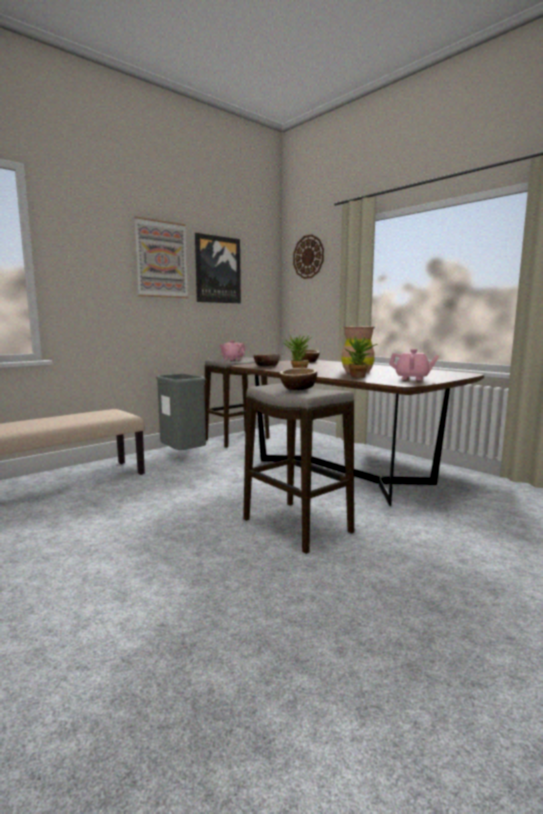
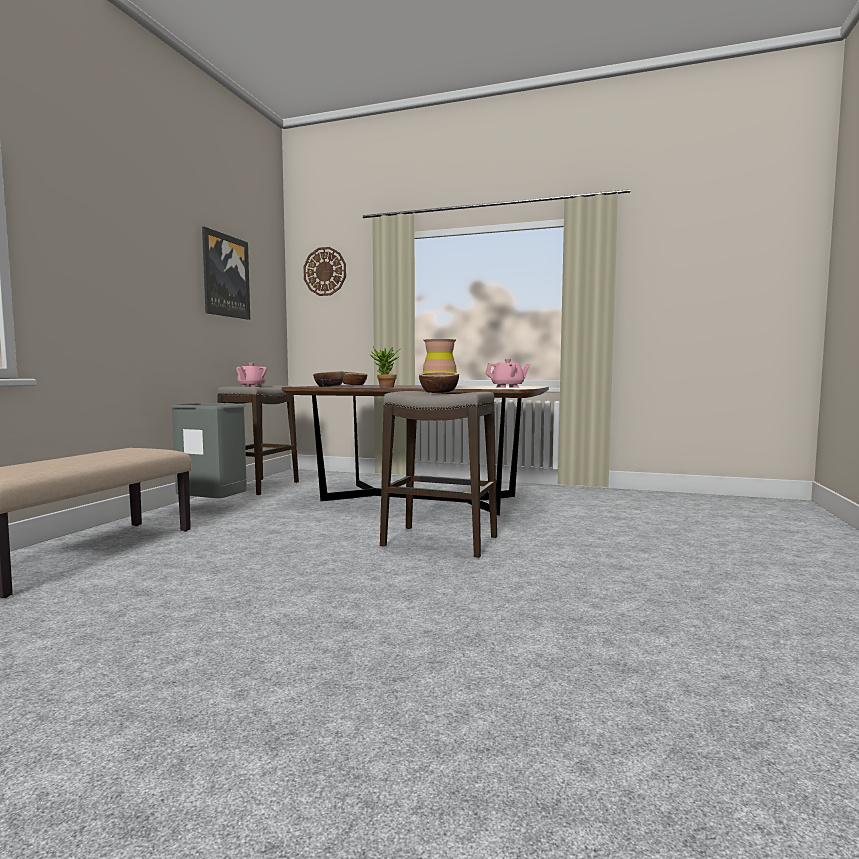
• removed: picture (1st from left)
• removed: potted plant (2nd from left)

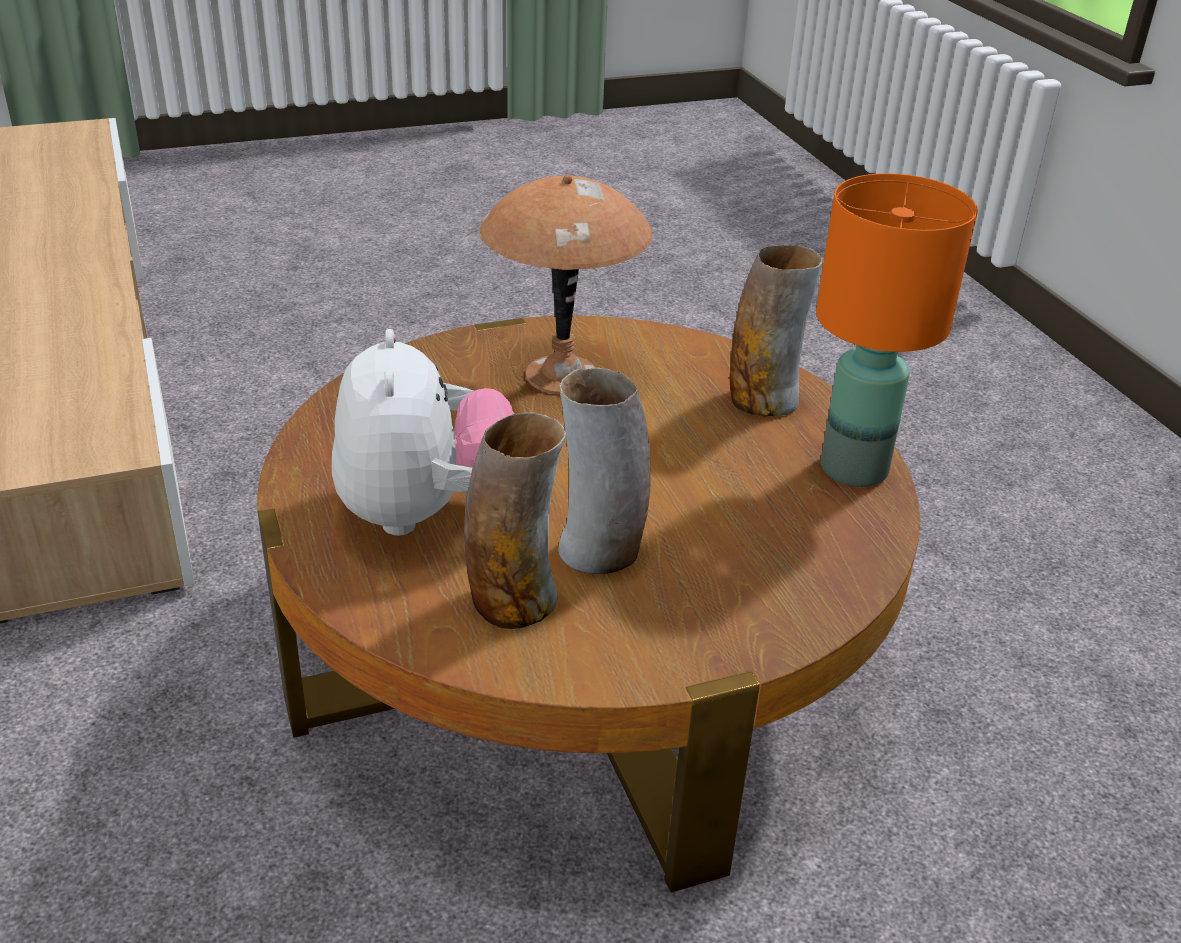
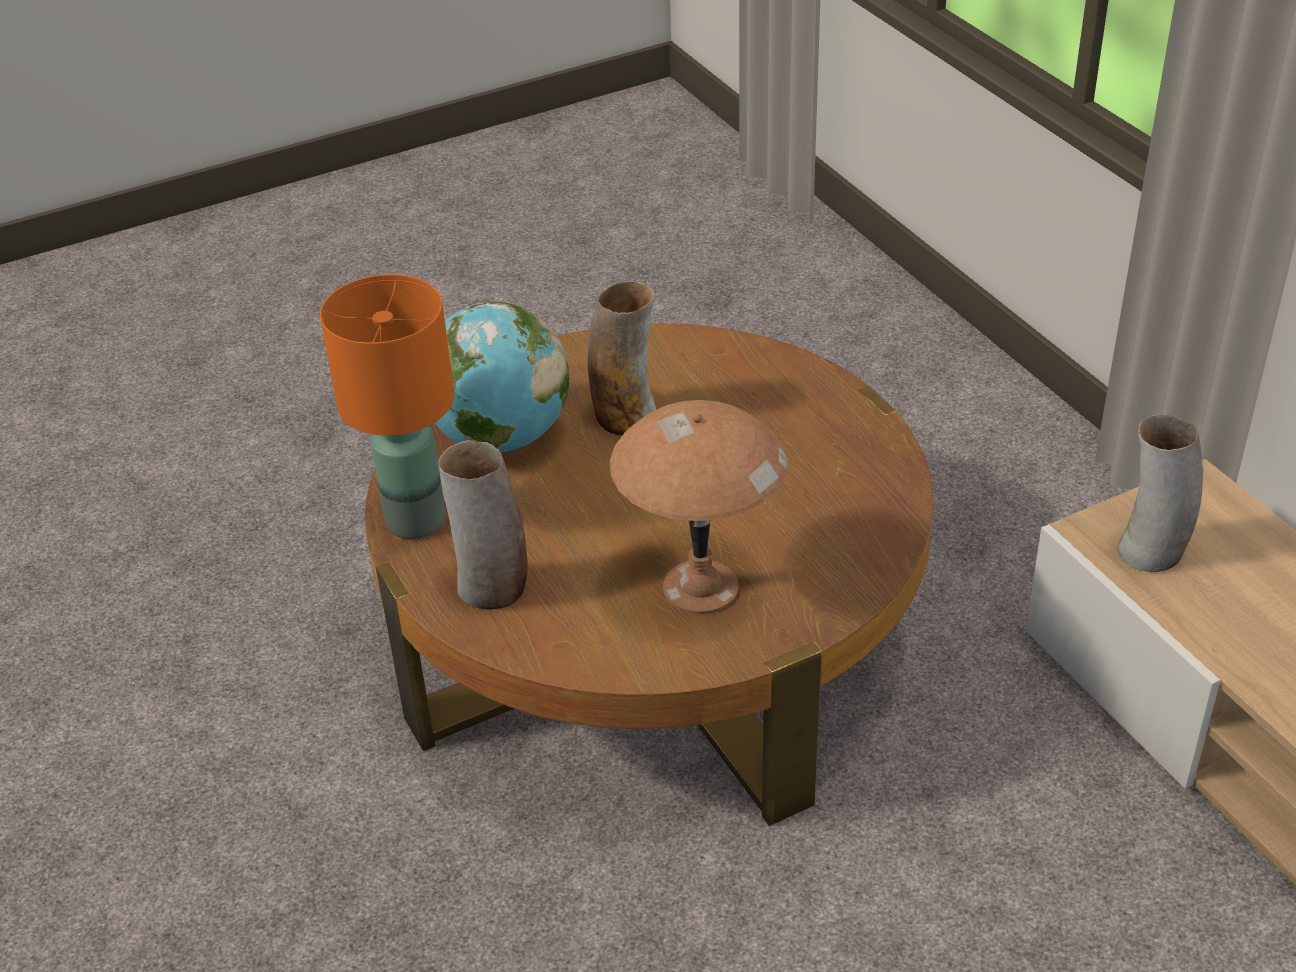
• removed: plush toy
• added: desk globe
• moved: vase (1st from left in the first image) to vase (3rd from left)

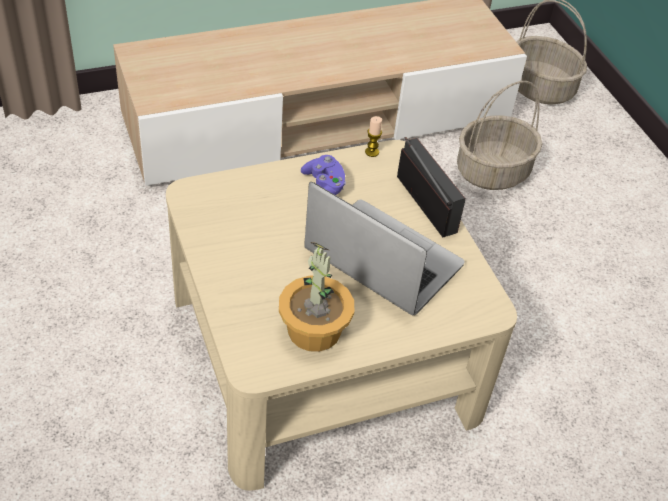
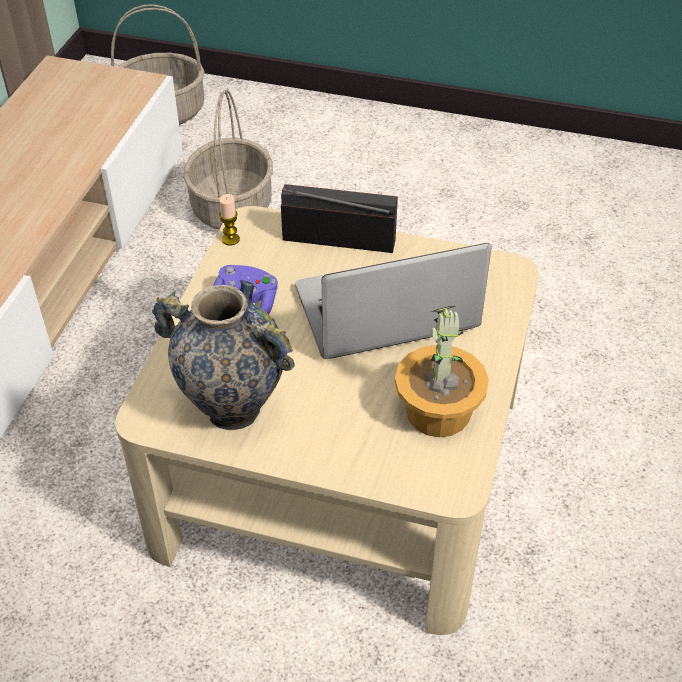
• added: vase

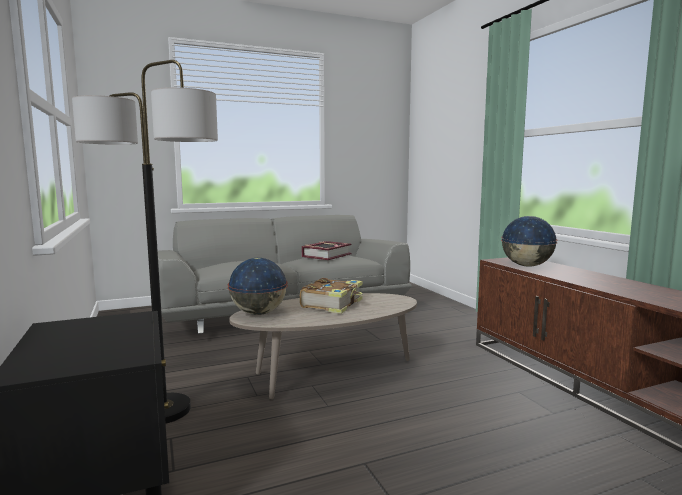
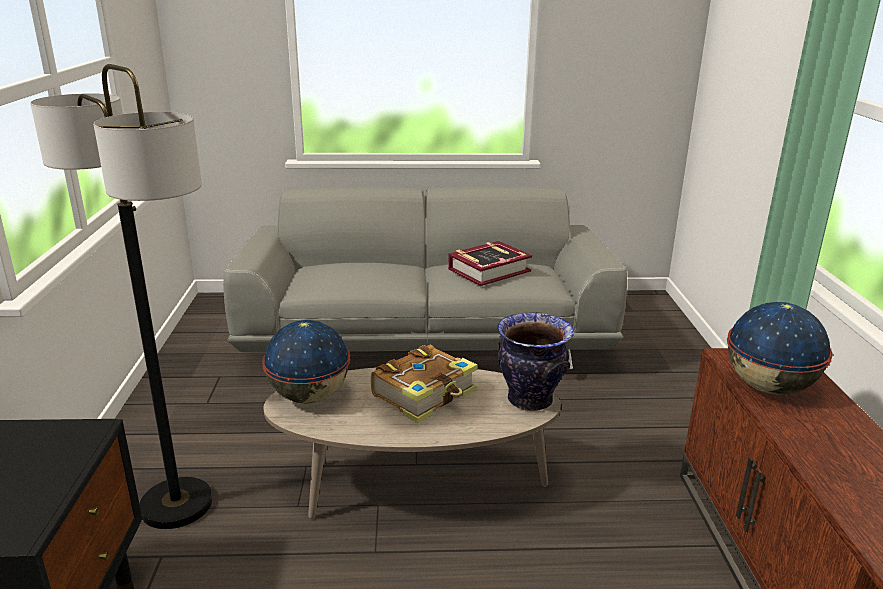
• added: vase

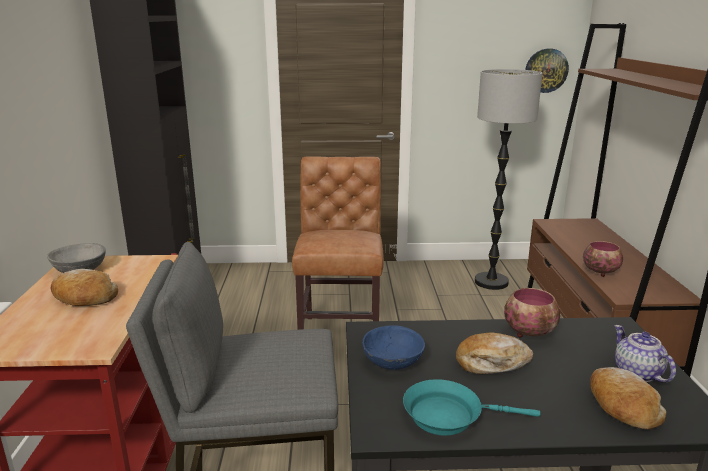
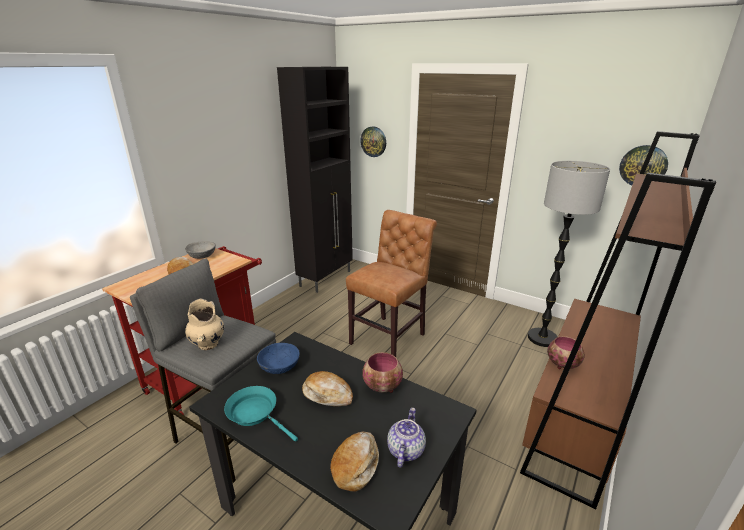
• added: sand-coloured vase
• added: wall clock (1st from left)

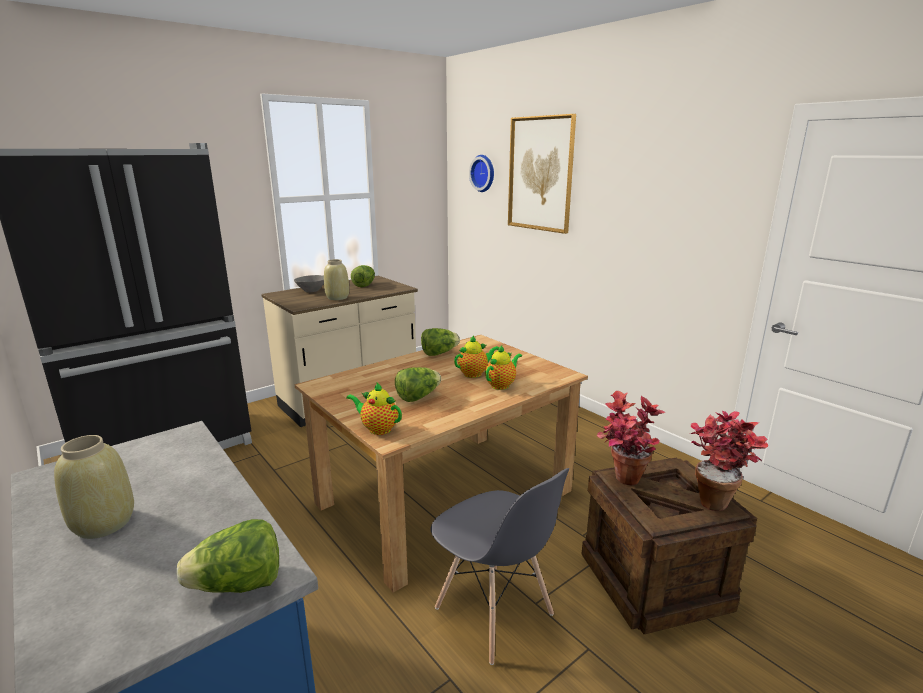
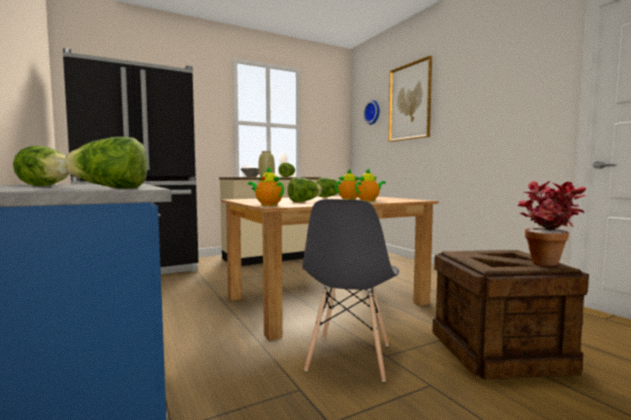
• removed: potted plant (1st from left)
• replaced: sand-coloured vase (1st from left) to head of lettuce (1st from left)
• turned: grey upright chair 45 degrees clockwise

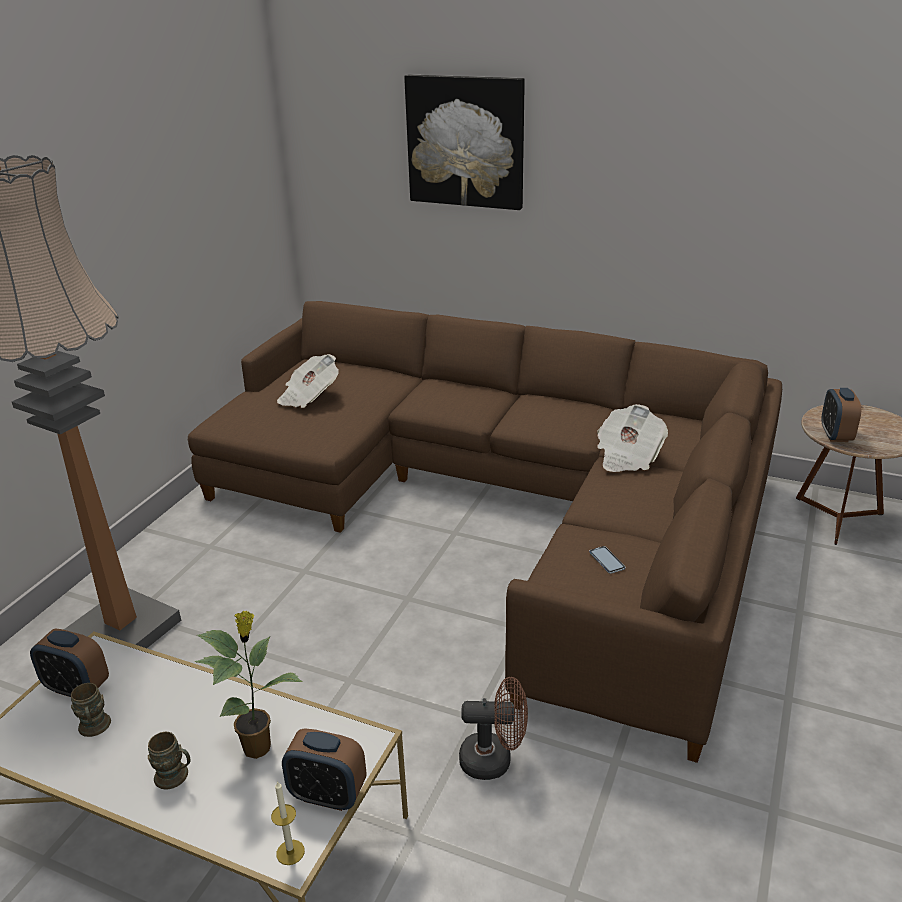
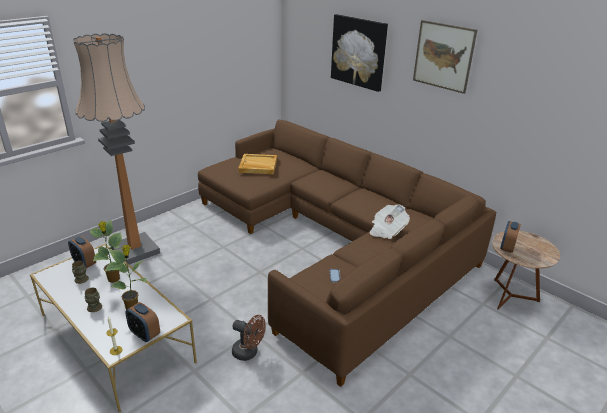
• added: potted plant (1st from left)
• added: picture (2nd from left)
• replaced: daily paper (1st from left) to sand-coloured carrying tray

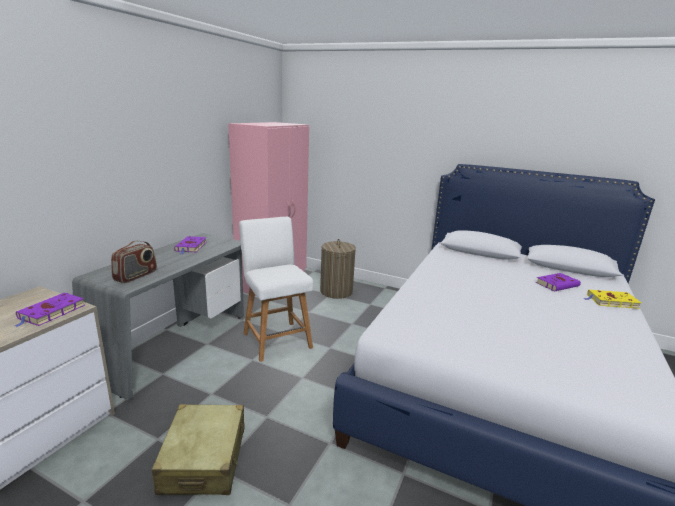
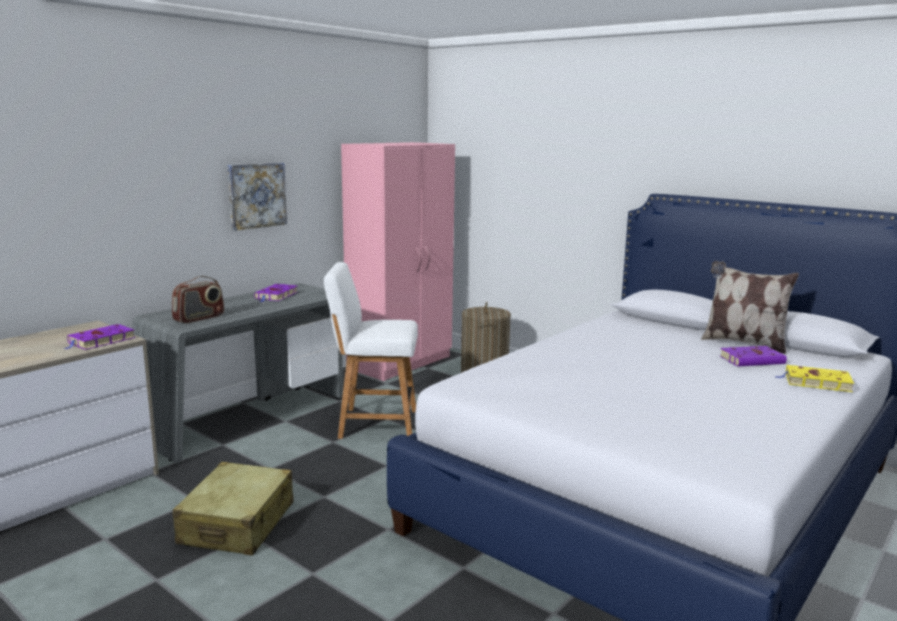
• added: picture
• added: cushion
• turned: whitish upright chair 75 degrees counterclockwise

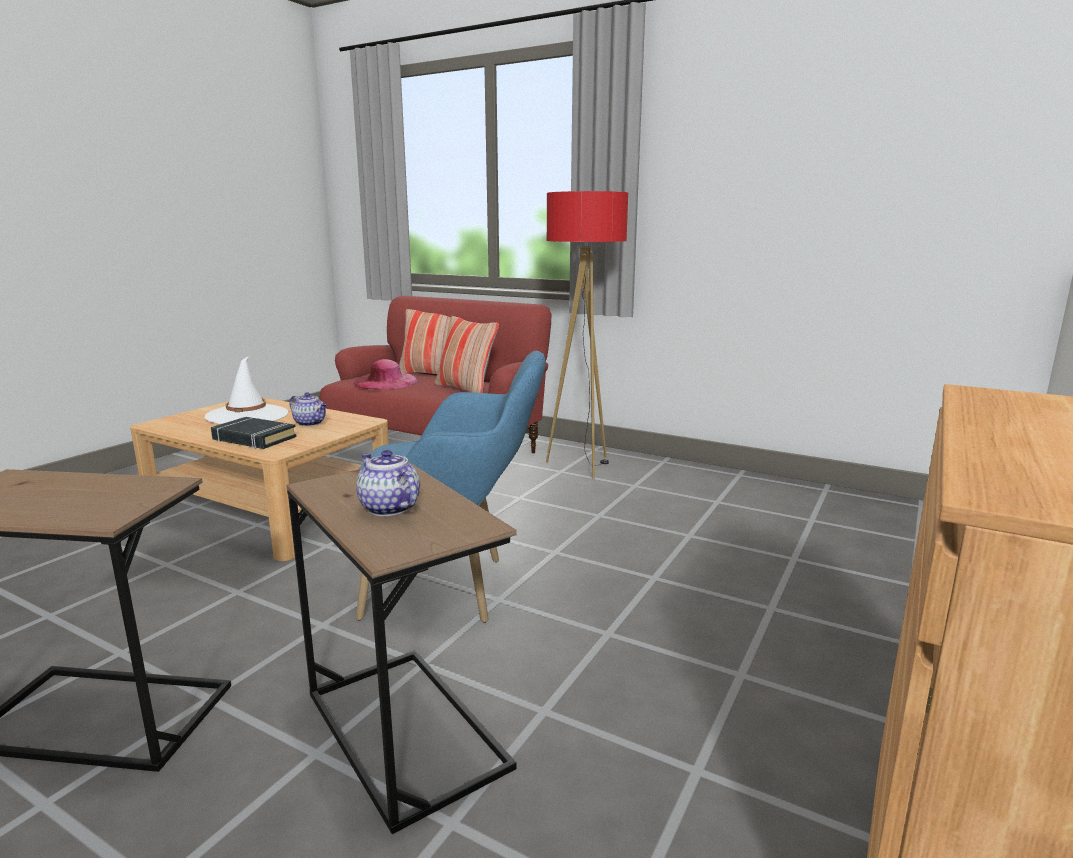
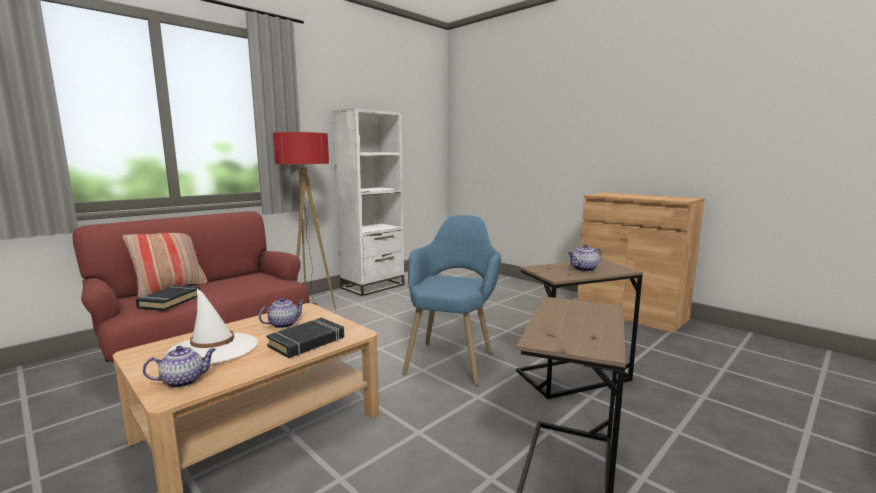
• removed: cushion (2nd from left)
• added: tea pot (1st from left)
• added: whitish bookcase
• replaced: pinkish hat to black-coloured volume (1st from left)

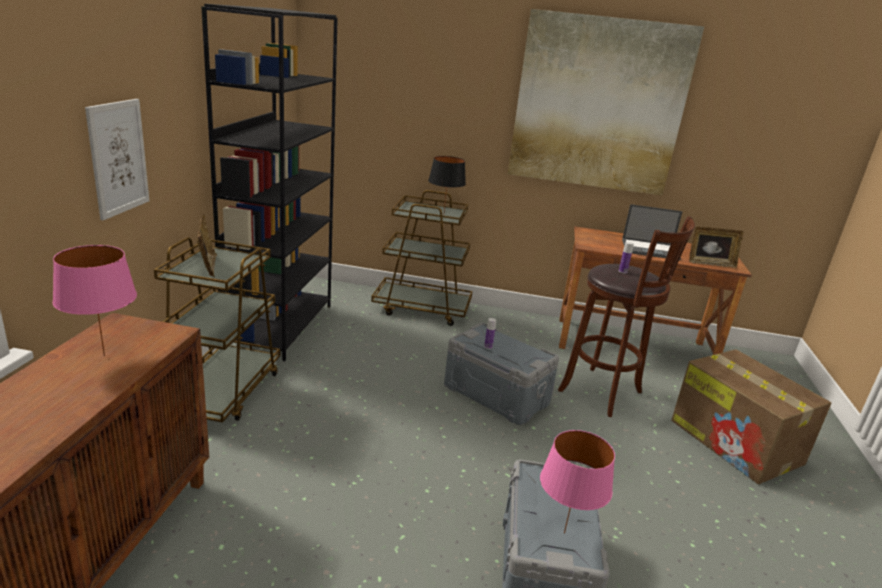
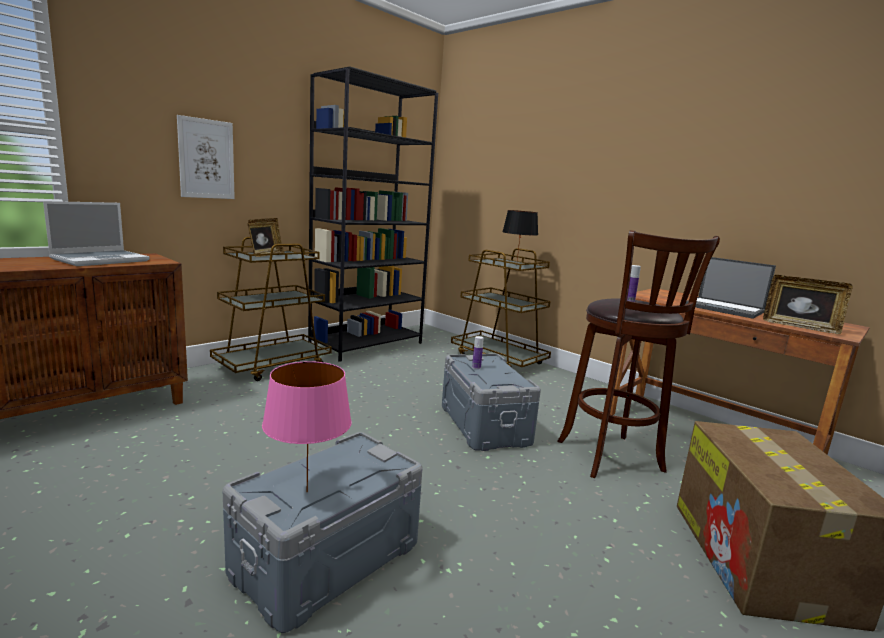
• removed: picture (2nd from left)
• replaced: pinkish tabletop lamp (1st from left) to portable computer (1st from left)

